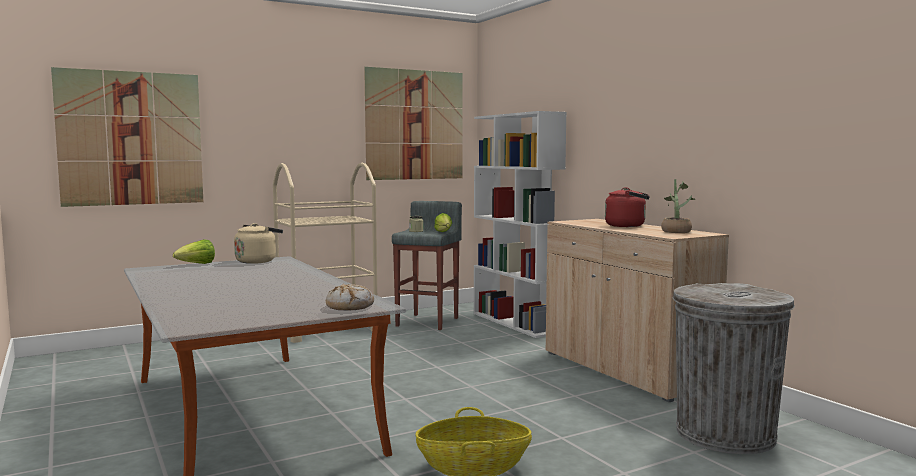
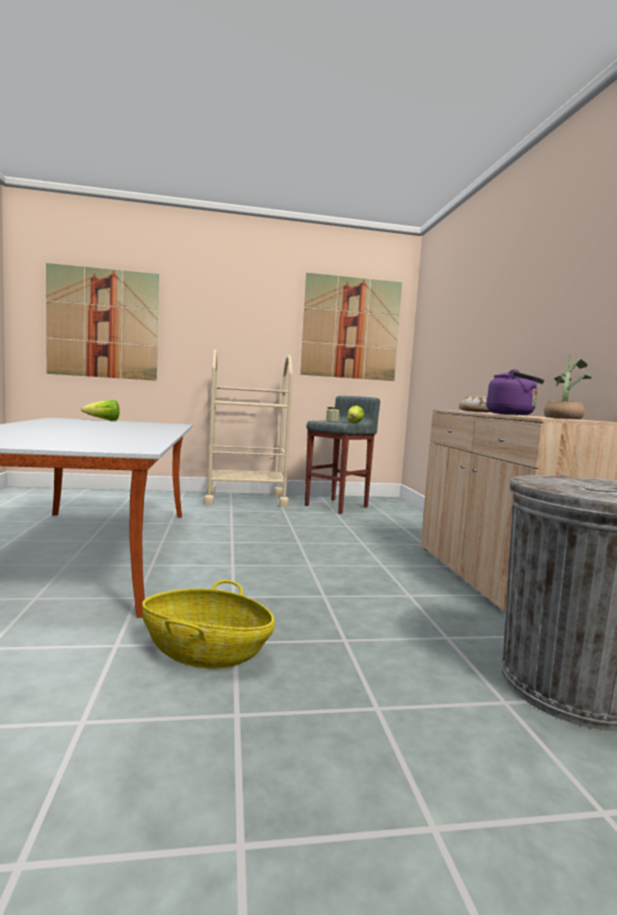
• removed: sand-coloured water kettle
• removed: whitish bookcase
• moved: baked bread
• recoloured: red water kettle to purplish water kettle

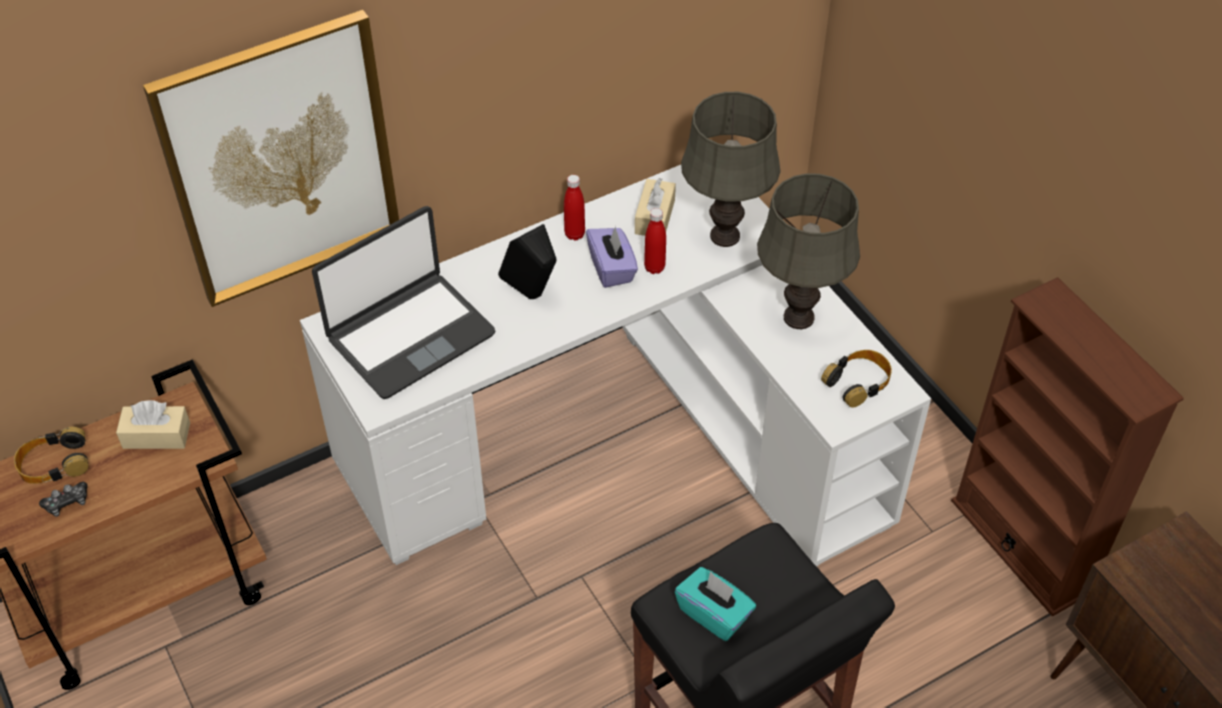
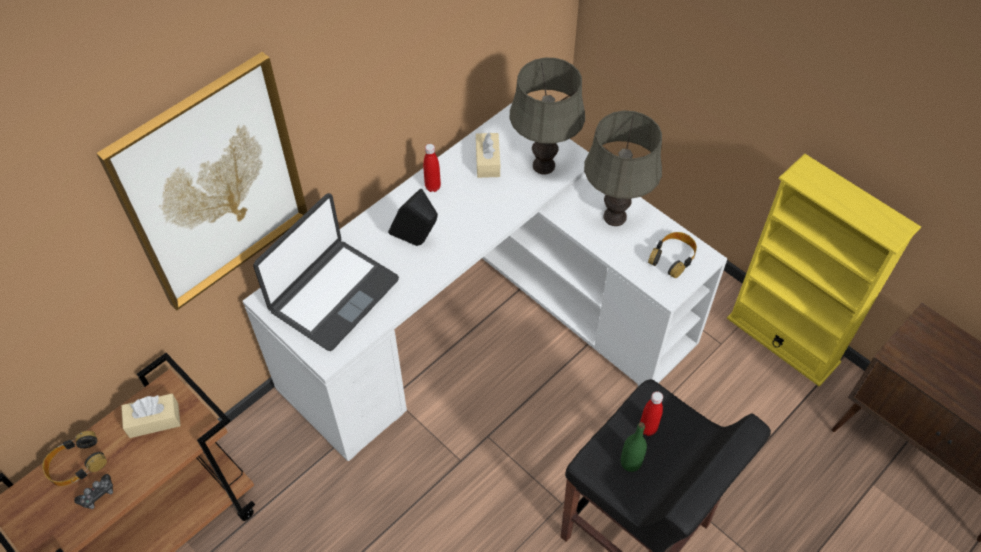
• removed: purplish box of tissues
• moved: red bottle (2nd from left)
• replaced: turquoise box of tissues to green bottle
• recoloured: brown-coloured bookcase to yellowish bookcase

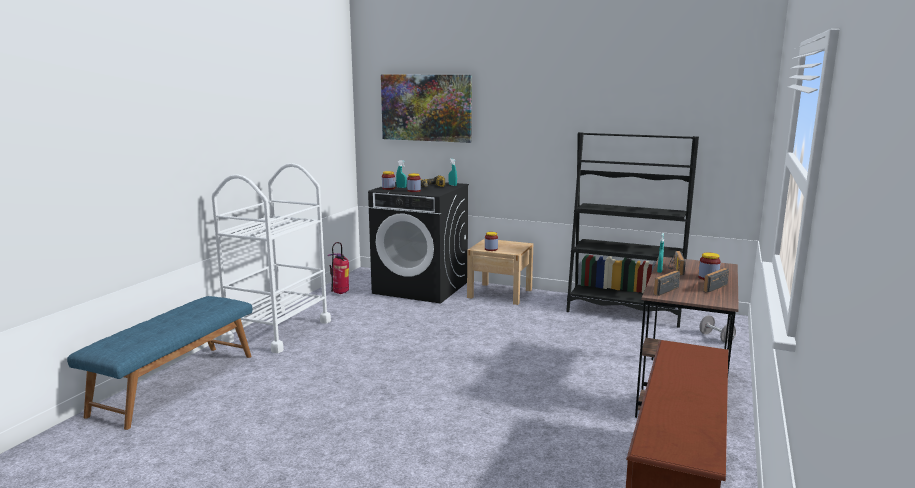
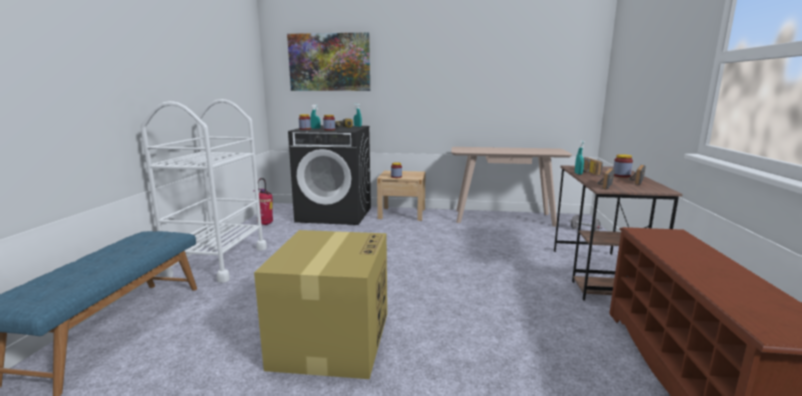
• added: carton
• replaced: black-coloured bookcase to sand-coloured hall table

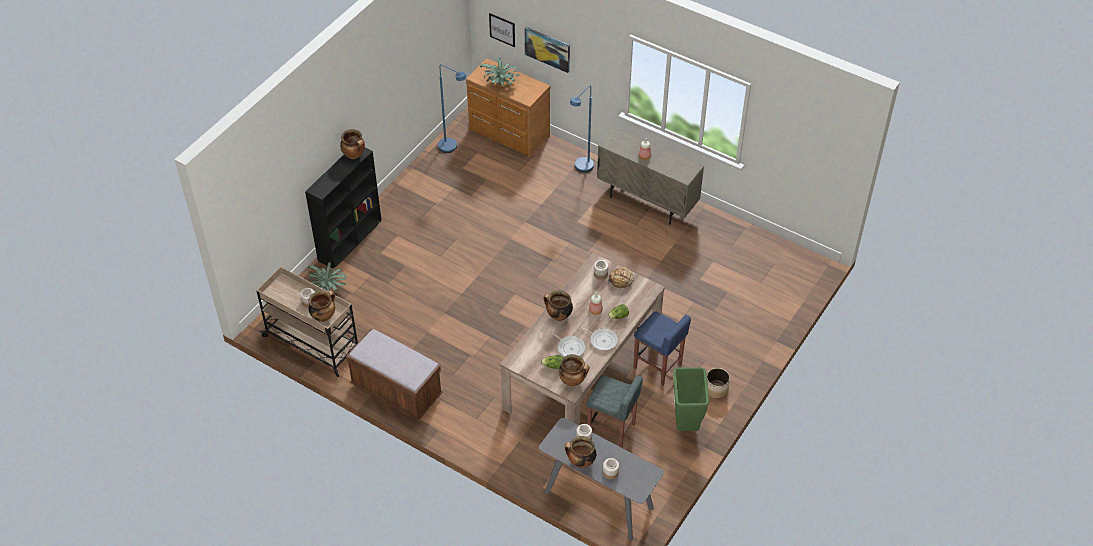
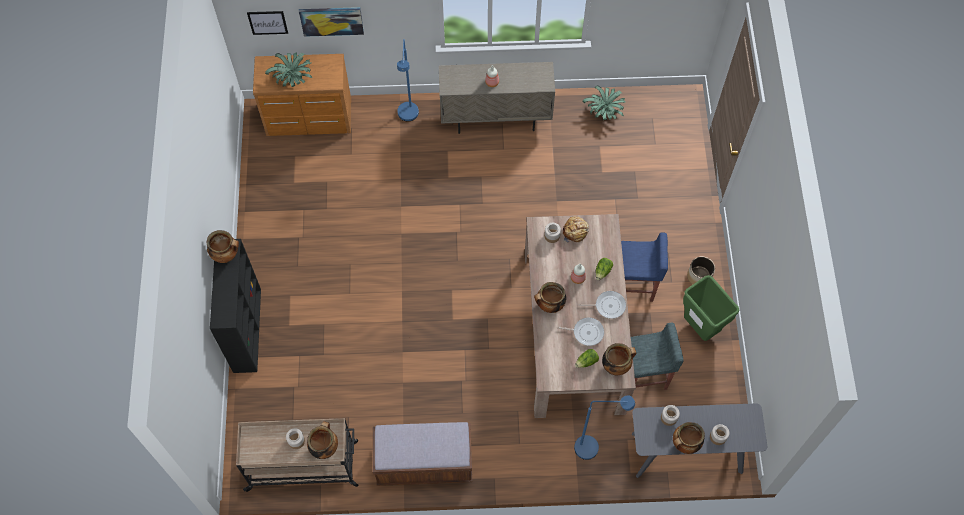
• moved: potted plant (1st from left in the first image) to potted plant (2nd from left)
• moved: blue floor lamp (1st from left in the first image) to blue floor lamp (2nd from left)

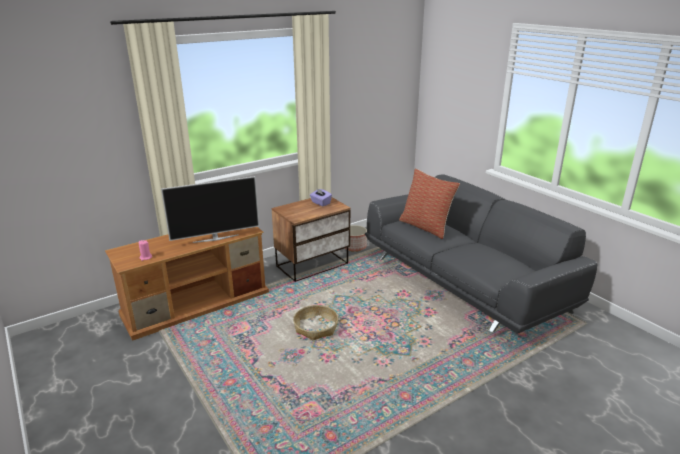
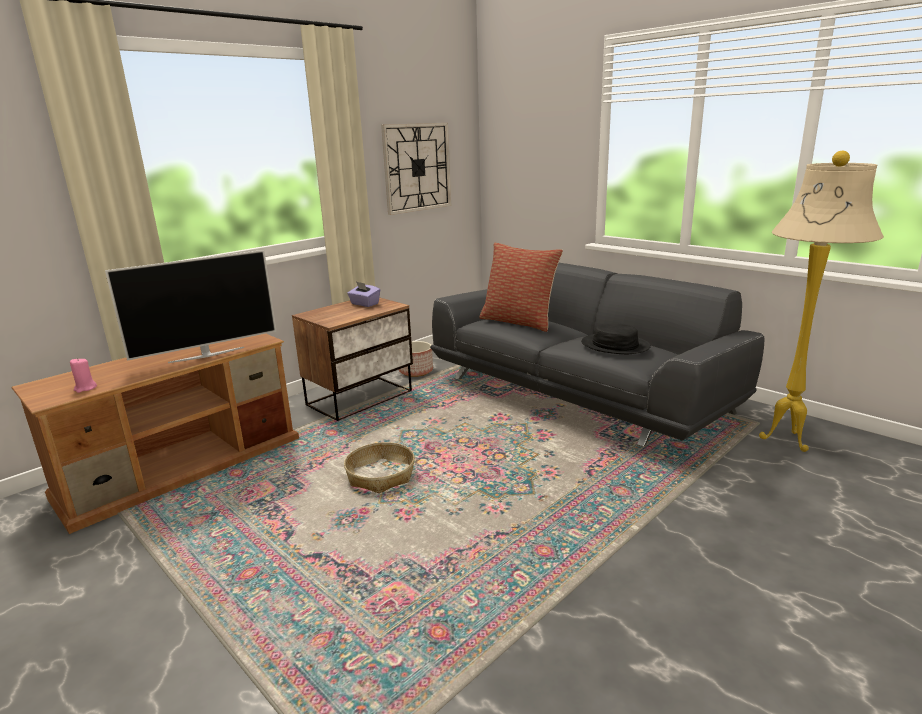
• added: wall clock
• added: black-coloured hat
• added: sand-coloured floor lamp

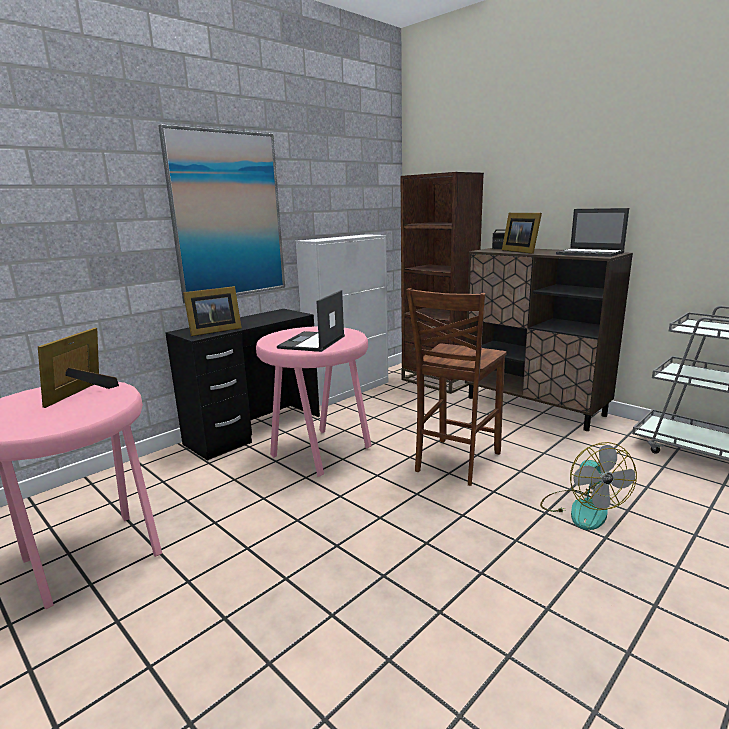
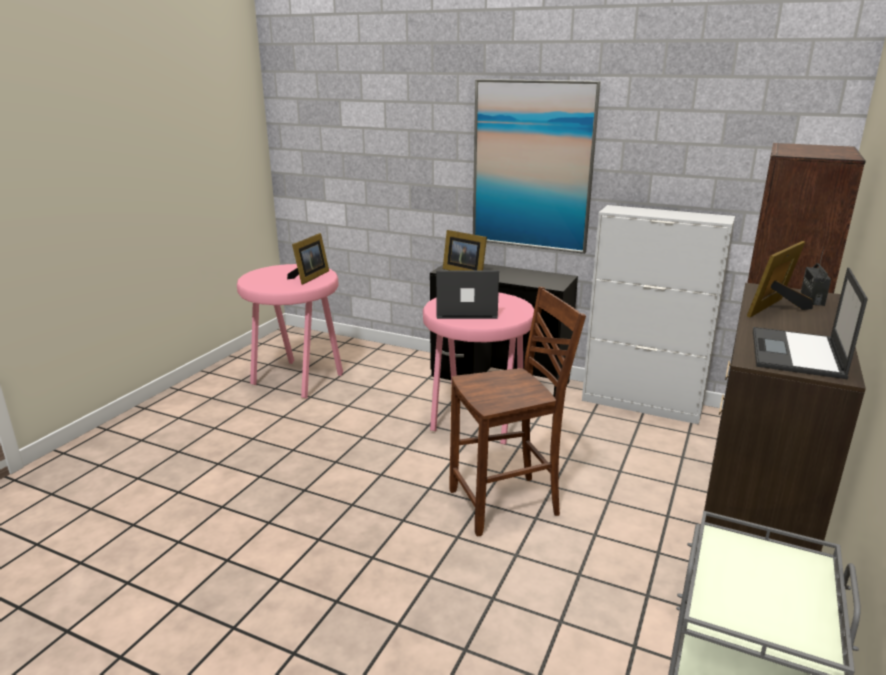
• removed: fan
• turned: photo frame (1st from left) 120 degrees clockwise
• turned: brown-coloured upright chair 150 degrees clockwise

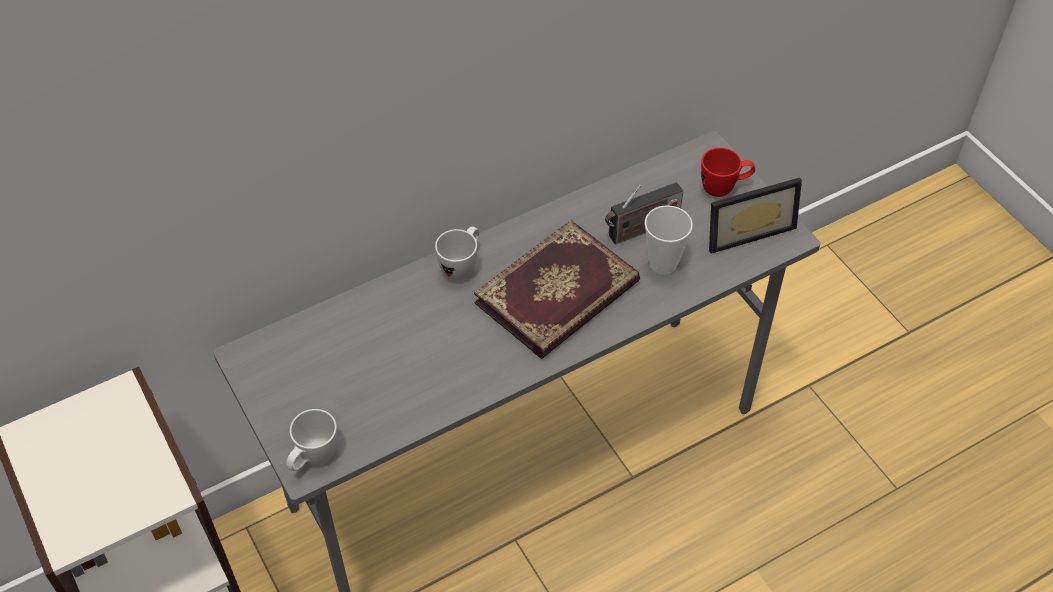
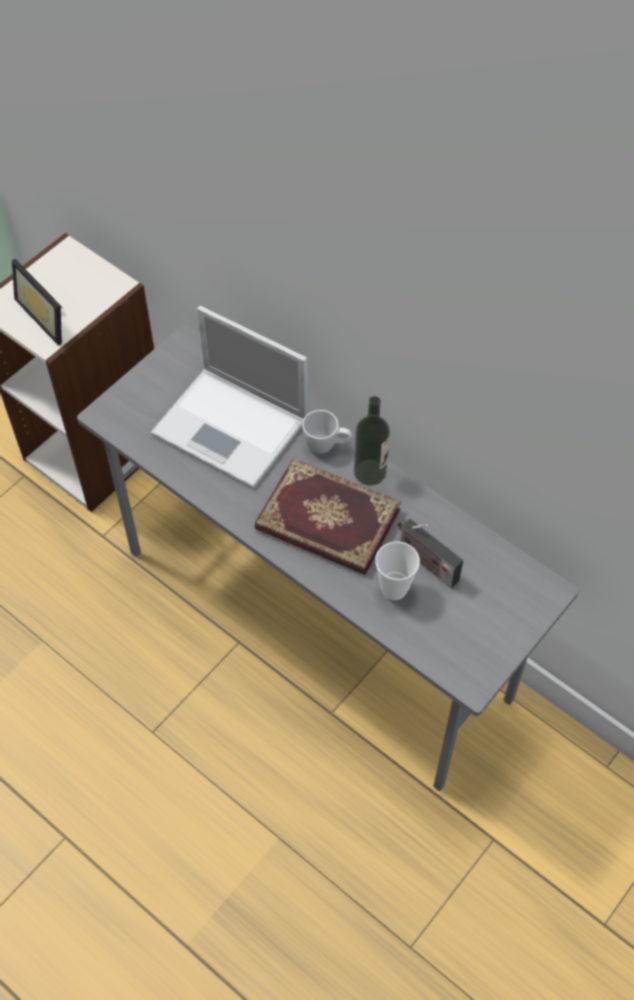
• removed: whitish coffee mug (1st from left)
• removed: red coffee mug
• added: portable computer
• added: bottle
• moved: photo frame

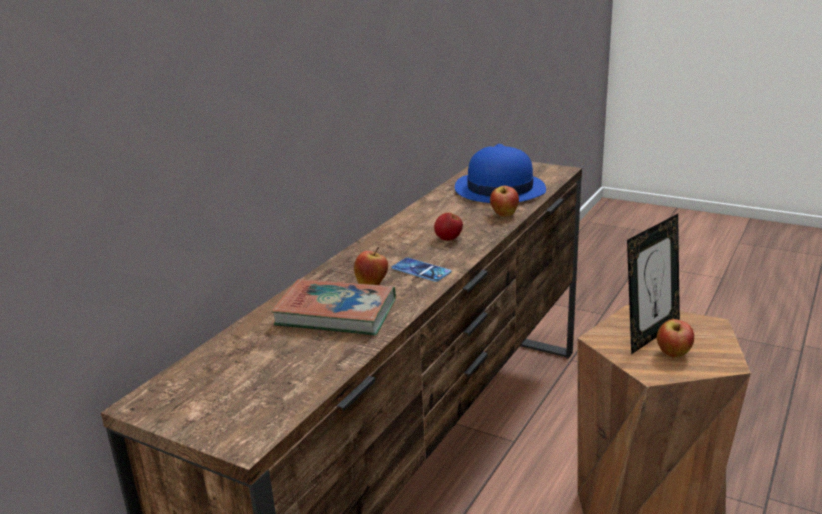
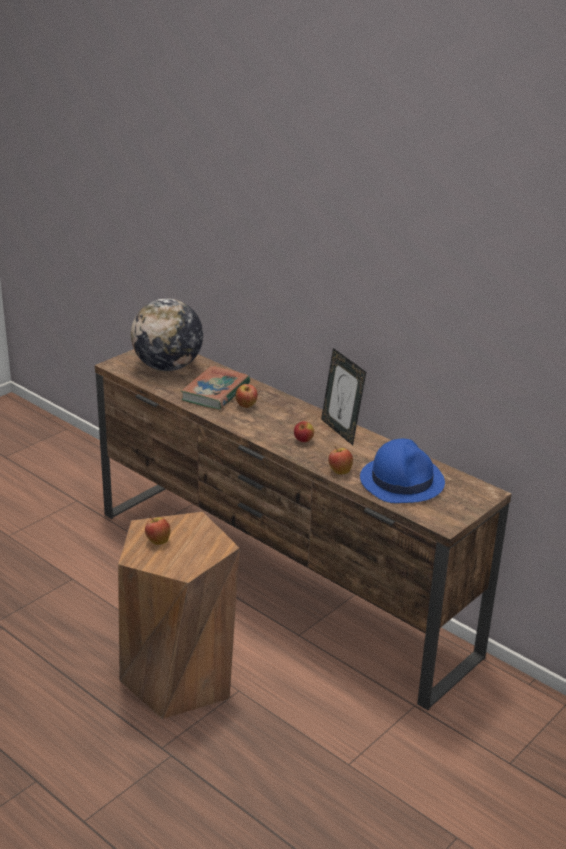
• removed: handset
• added: desk globe
• moved: photo frame

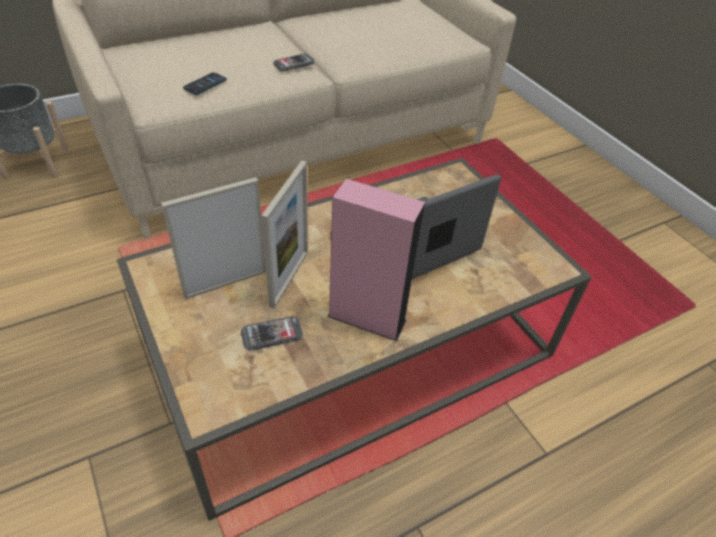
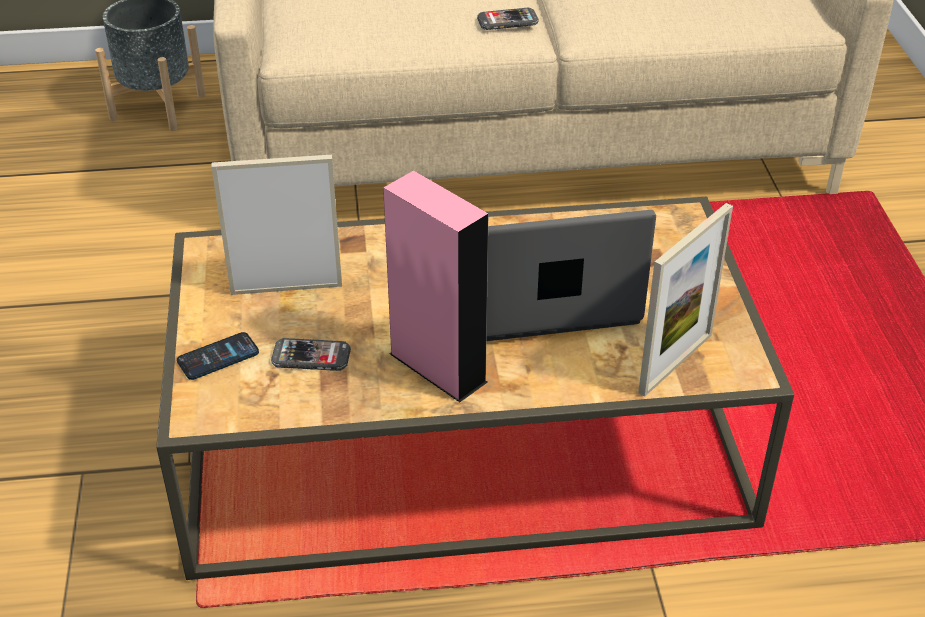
• moved: handset (1st from left)
• moved: photo frame (2nd from left)

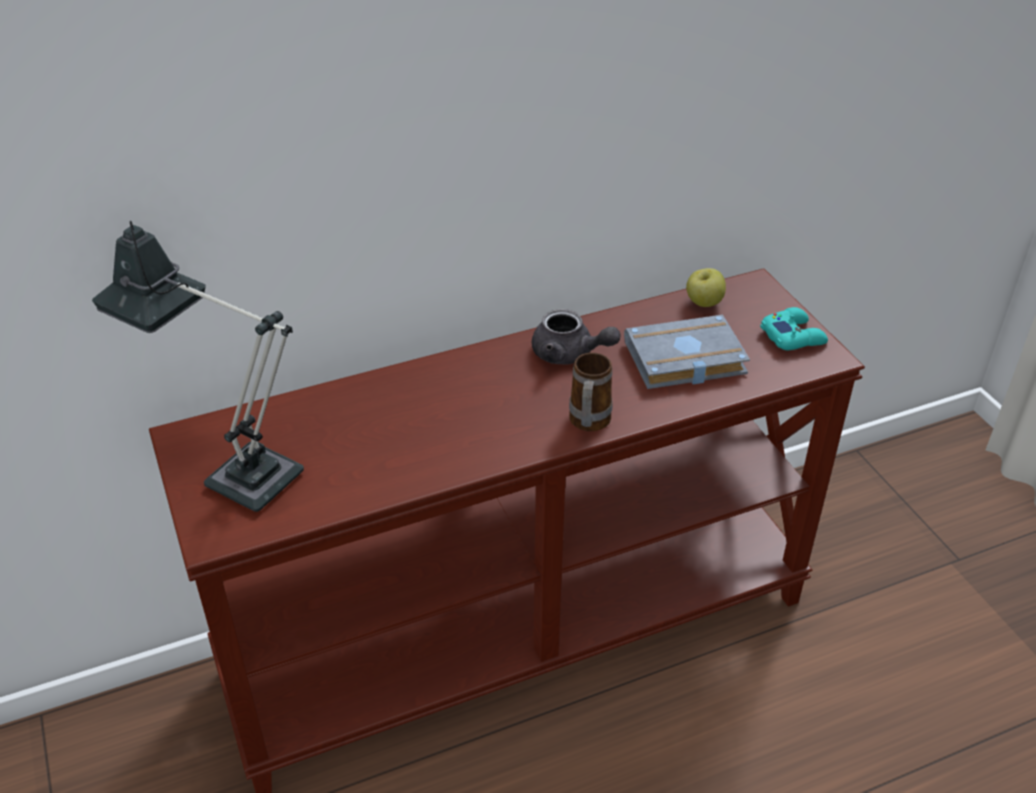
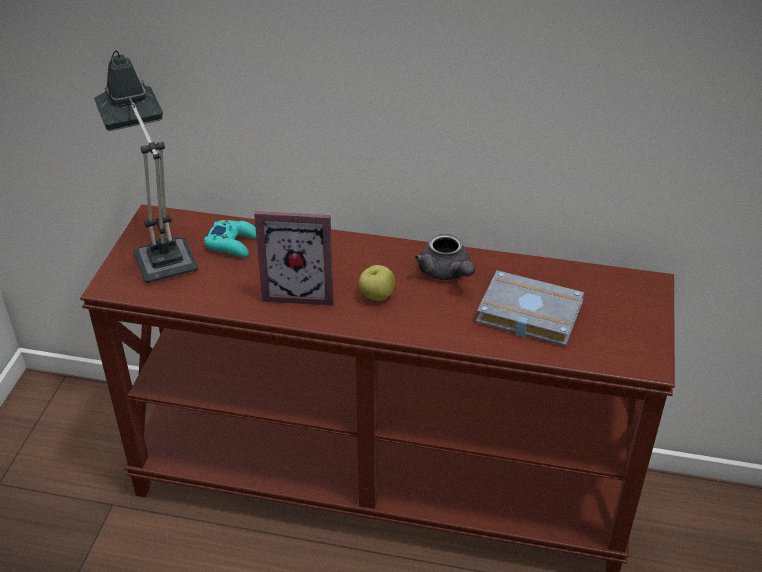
• removed: coffee mug
• added: photo frame
• moved: apple fruit
• moved: turquoise joypad

